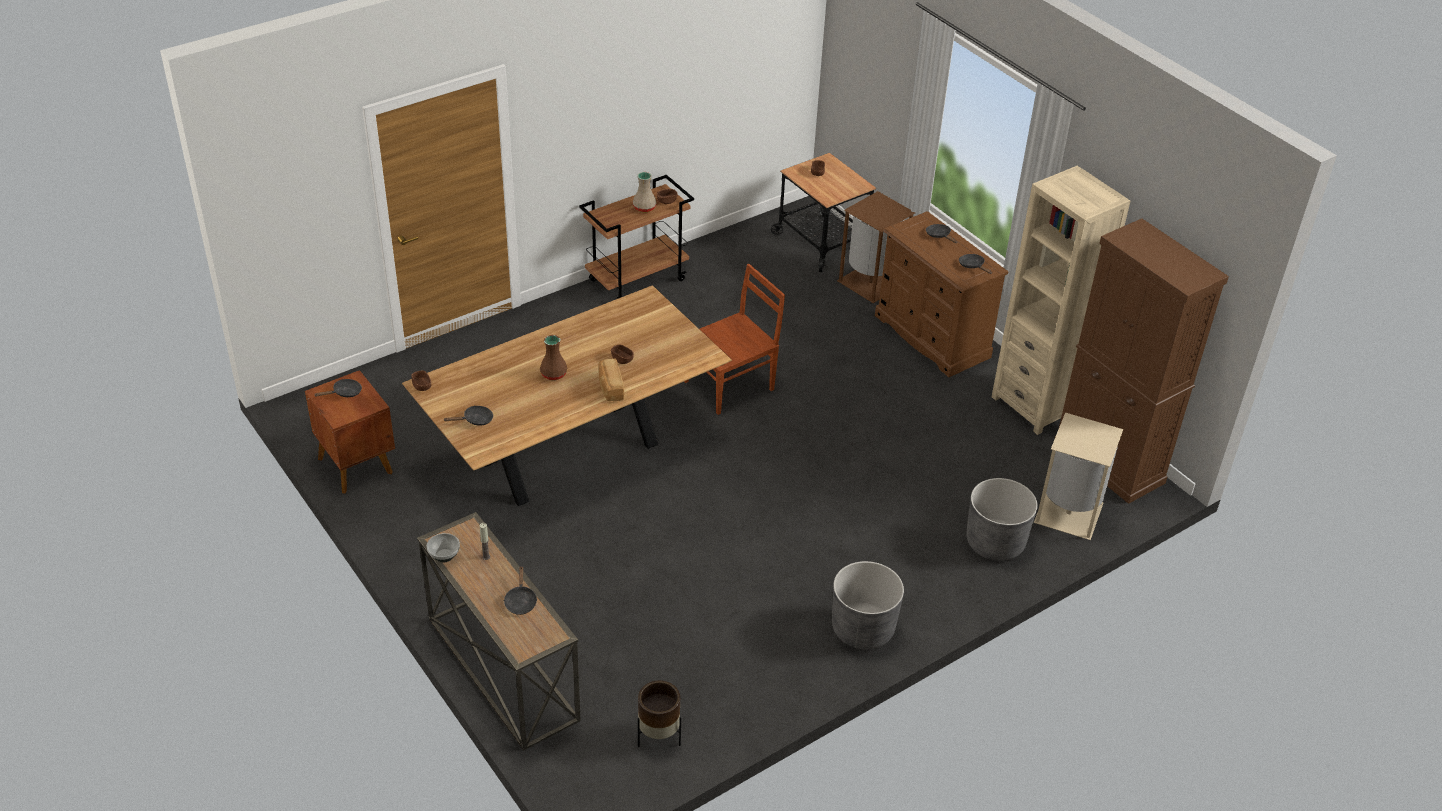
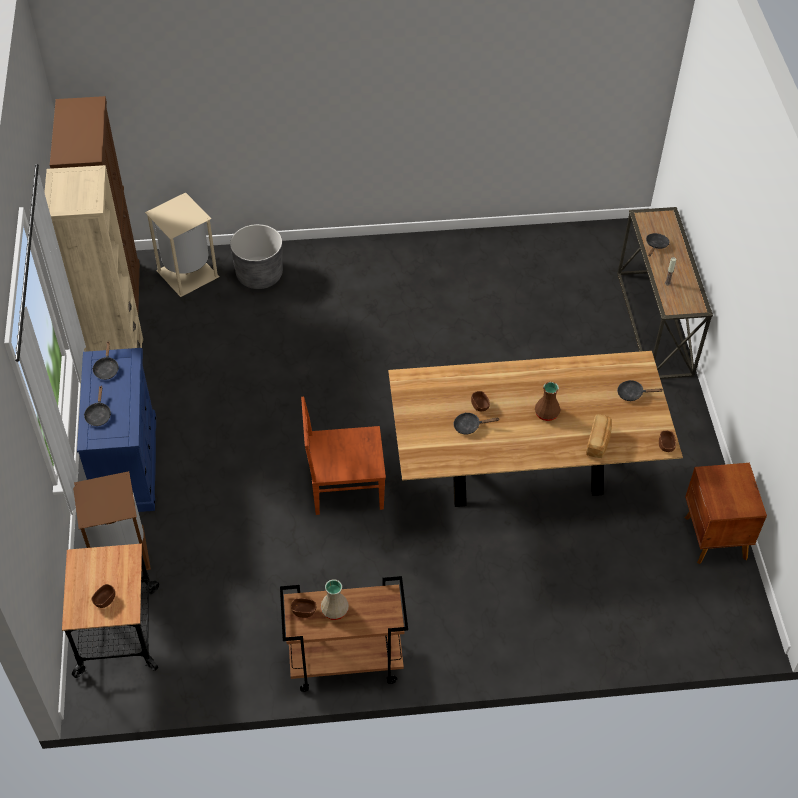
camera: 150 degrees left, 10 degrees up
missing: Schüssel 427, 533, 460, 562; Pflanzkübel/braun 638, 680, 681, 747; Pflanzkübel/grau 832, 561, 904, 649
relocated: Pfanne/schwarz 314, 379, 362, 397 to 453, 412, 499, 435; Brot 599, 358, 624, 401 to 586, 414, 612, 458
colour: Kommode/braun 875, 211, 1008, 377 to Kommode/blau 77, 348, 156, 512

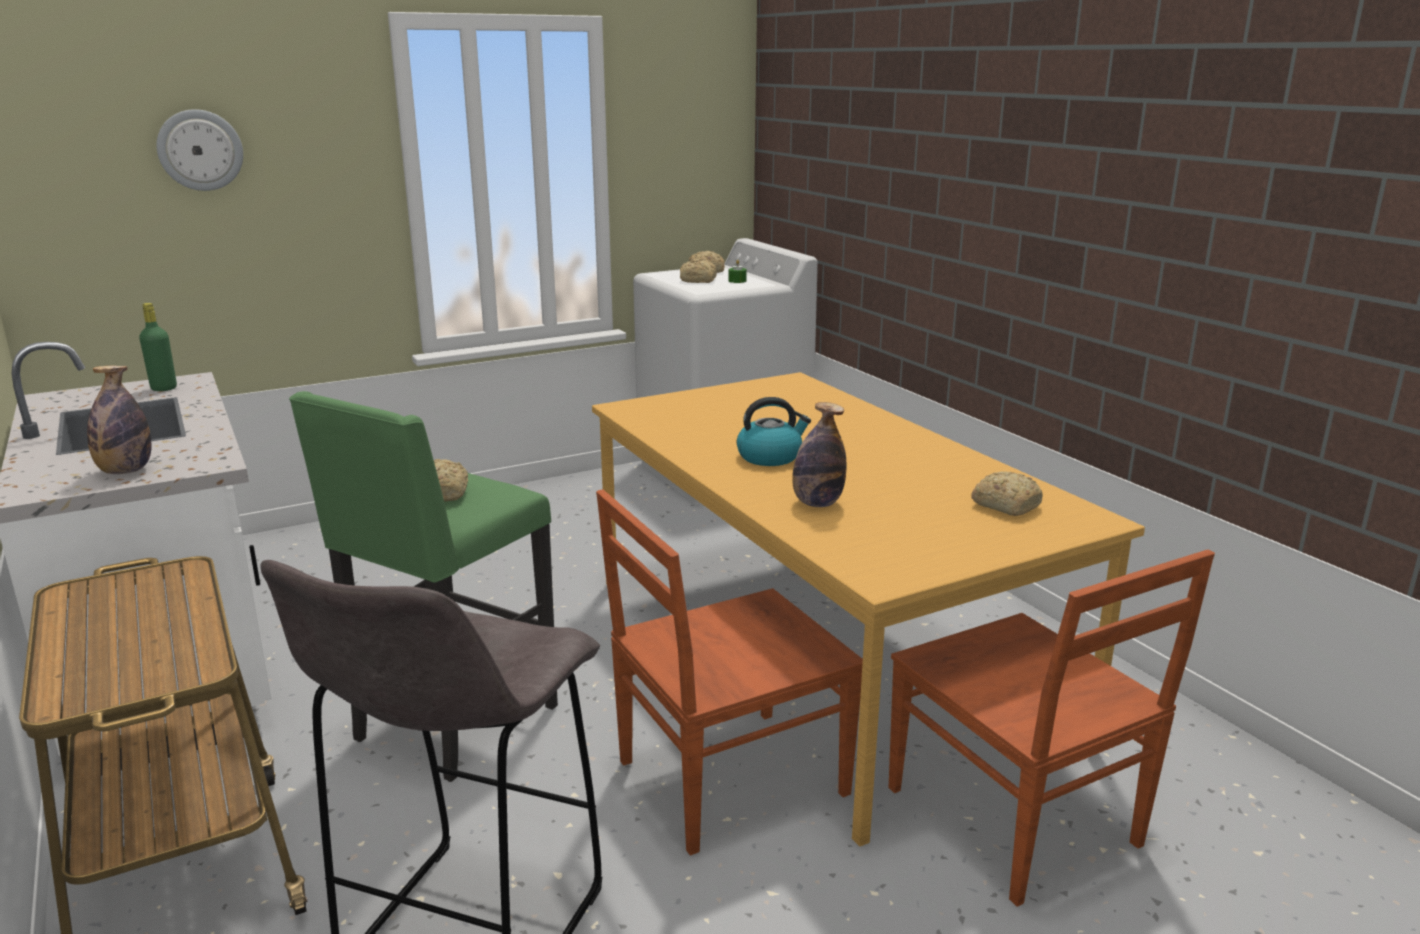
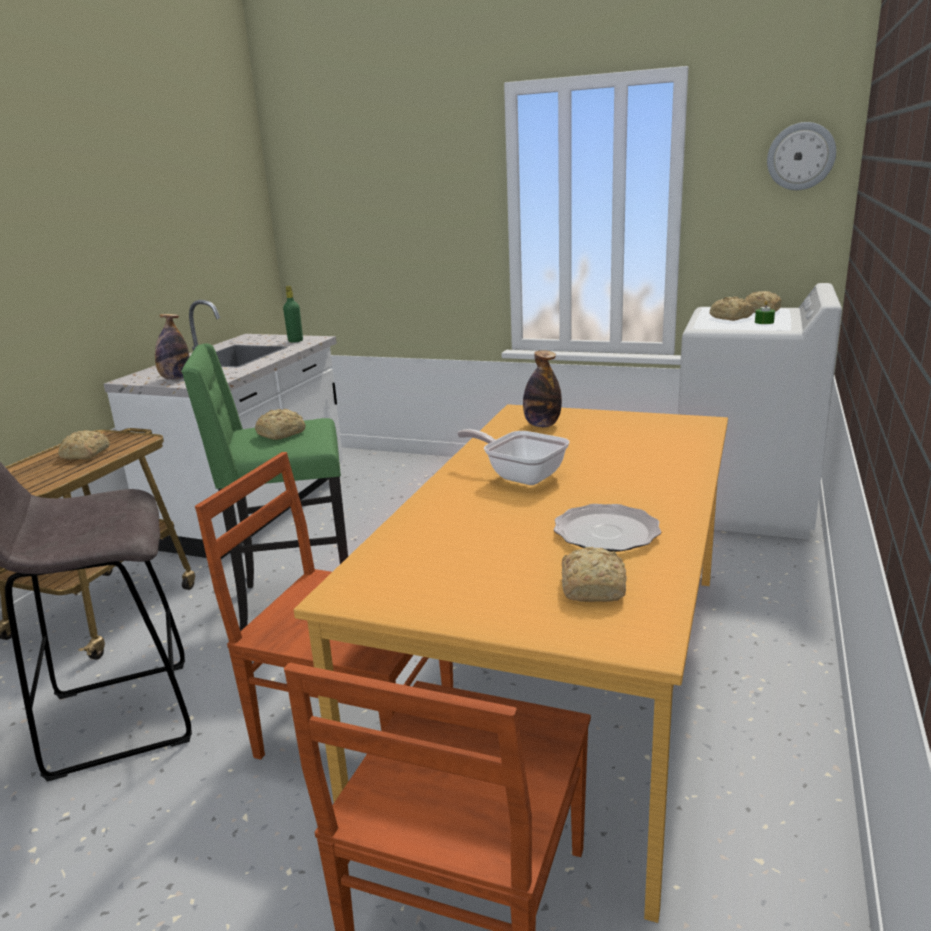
camera: 50 degrees right, 0 degrees up
appeared: Brot 58, 430, 110, 460; Teller 554, 504, 661, 552
relocated: Wanduhr 157, 109, 243, 191 to 767, 122, 836, 190; Flasche 792, 402, 846, 507 to 523, 350, 562, 427
exchanged: Wasserkessel 737, 397, 811, 466 to Pfanne 457, 429, 570, 485

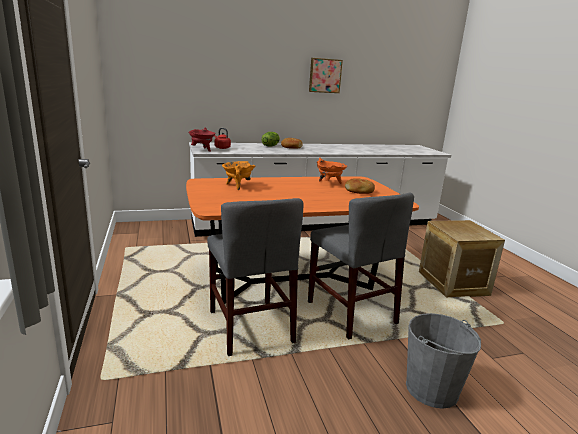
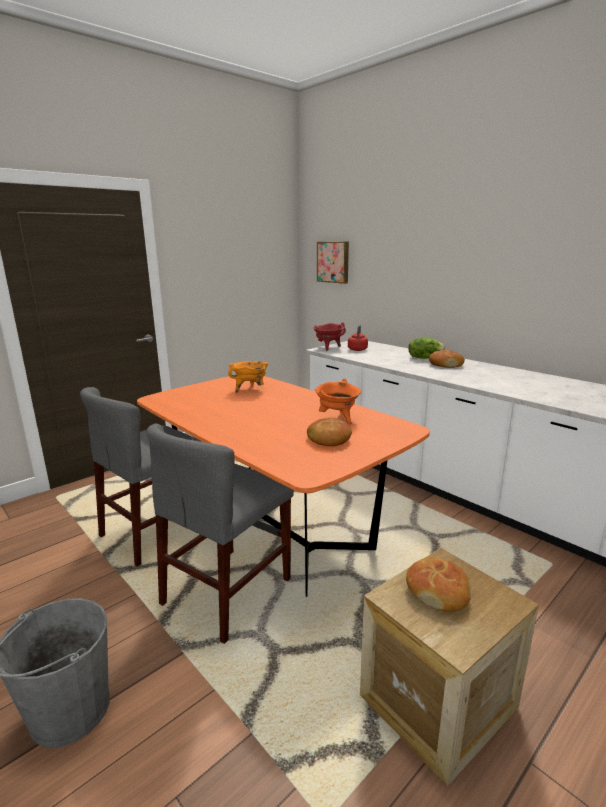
camera: 65 degrees right, 0 degrees up
appeared: Brot 406, 557, 471, 612
relocated: Bild 309, 58, 343, 93 to 317, 241, 349, 284

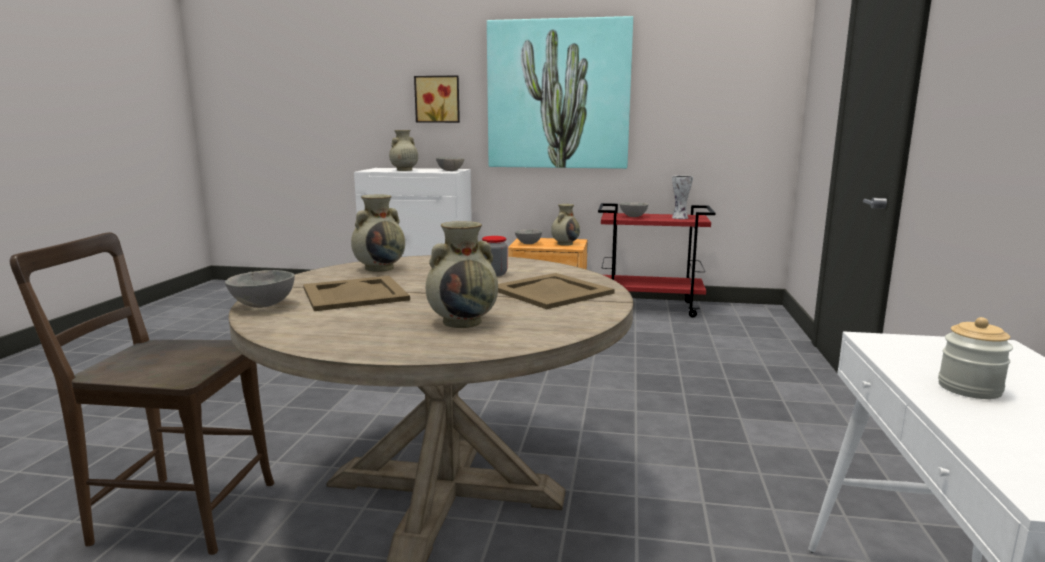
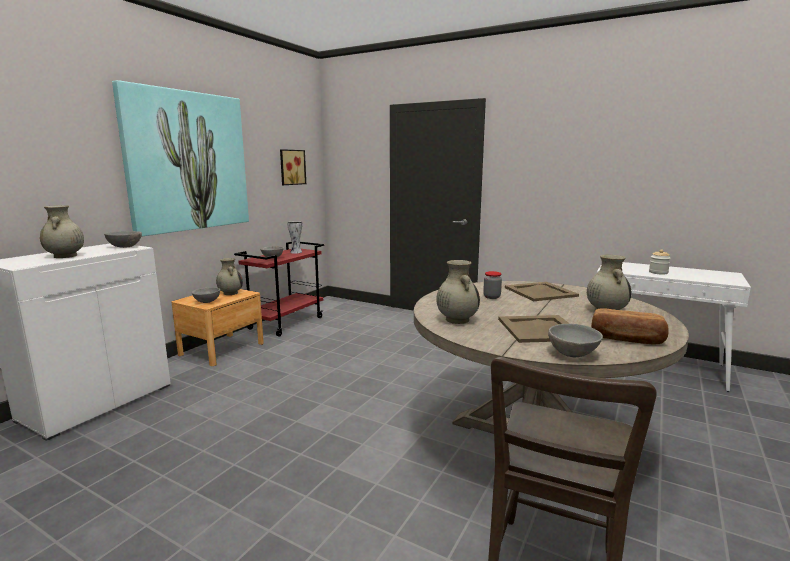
camera: 70 degrees left, 0 degrees up
appeared: Brot 591, 308, 669, 344
relocated: Bild 414, 75, 460, 123 to 280, 149, 306, 185

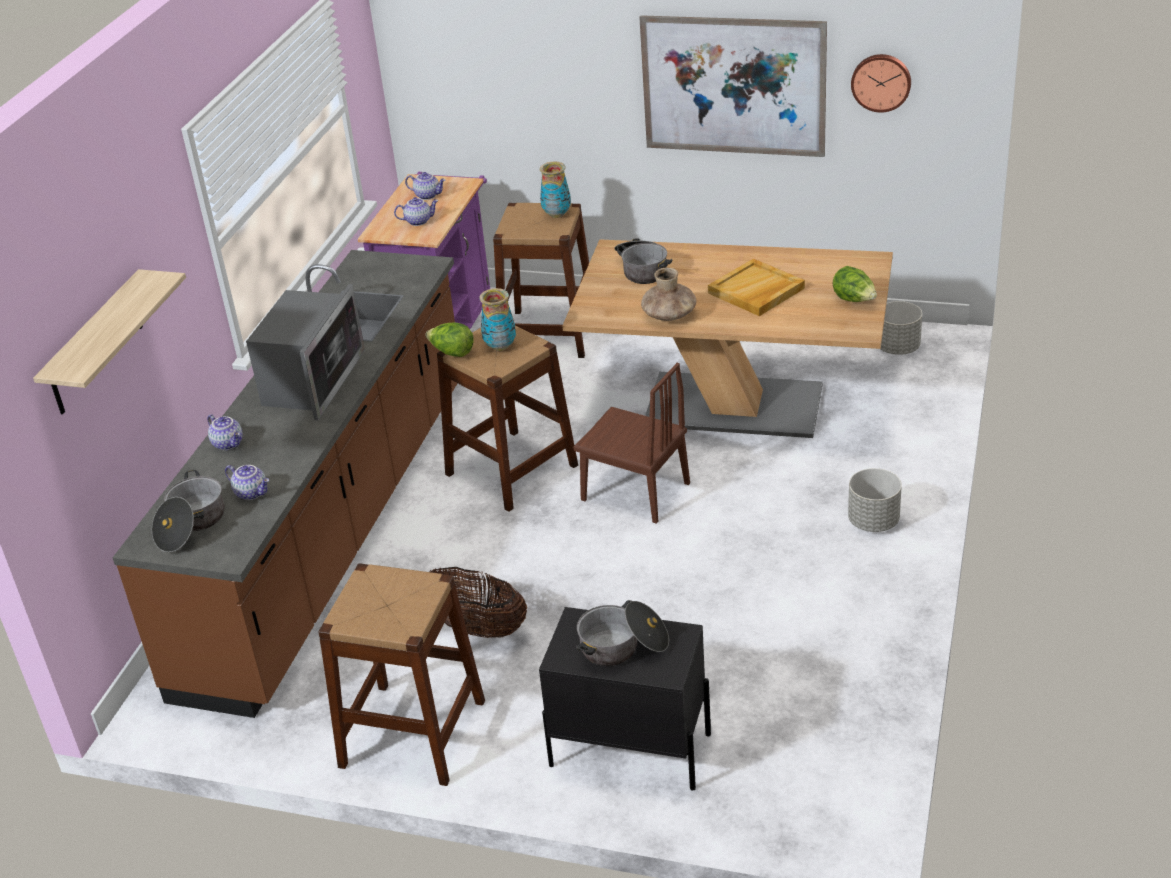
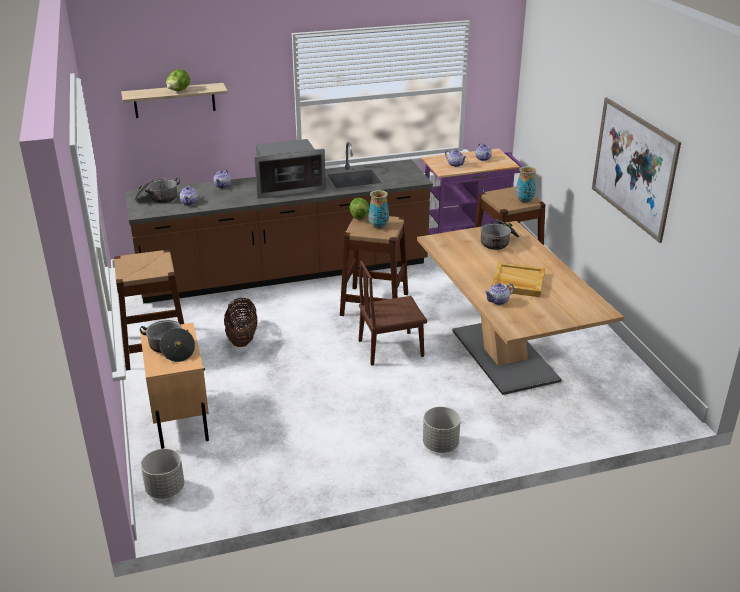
camera: 55 degrees right, 5 degrees down
missing: Vase/braun 641, 267, 696, 321; Wanduhr 851, 54, 911, 113
appeared: Teekanne 485, 283, 514, 305
relocated: Salatkopf 832, 266, 877, 302 to 166, 69, 190, 91; Pflanzkübel/grau 881, 301, 922, 355 to 141, 449, 184, 499
colour: Nachttisch/schwarz 539, 607, 711, 790 to Nachttisch/beige 140, 323, 209, 449
spun: Stuhl/braun 573, 363, 690, 524 = 359, 261, 427, 366 75 degrees clockwise

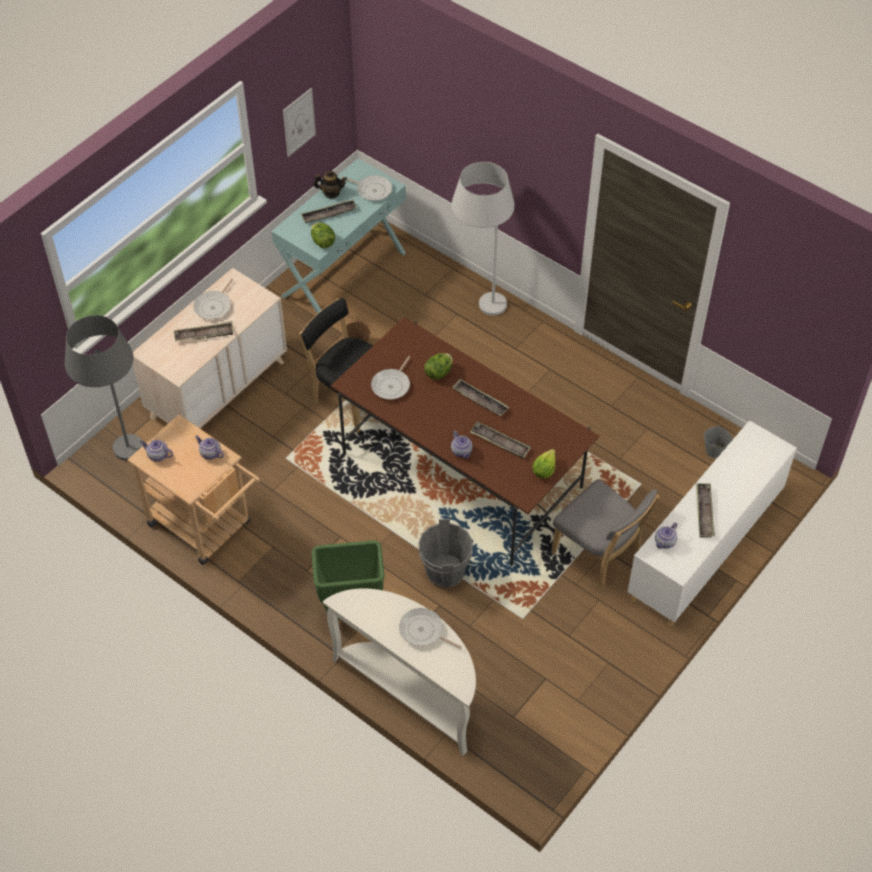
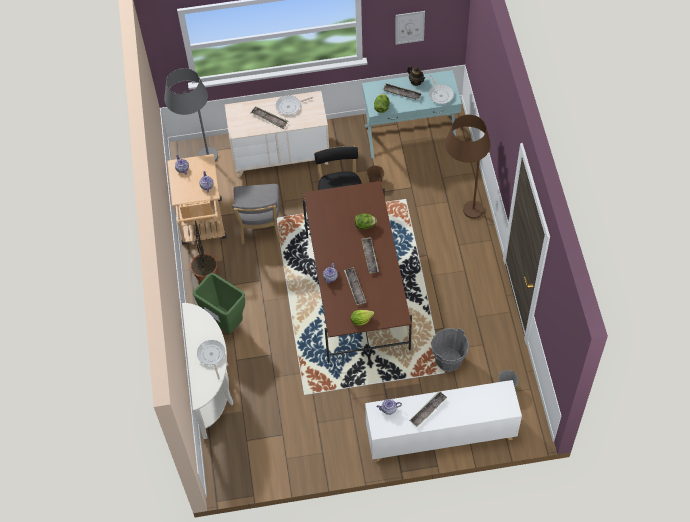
camera: 45 degrees right, 5 degrees up
missing: Pfanne 371, 356, 410, 399
appeared: Topfpflanze 190, 220, 217, 282
relocated: Eimer/grau 419, 519, 473, 588 to 431, 328, 469, 372; Stuhl/grau 551, 479, 660, 590 to 232, 184, 280, 244
colour: Stehlampe/weiß 452, 162, 515, 316 to Stehlampe/braun 445, 115, 490, 219

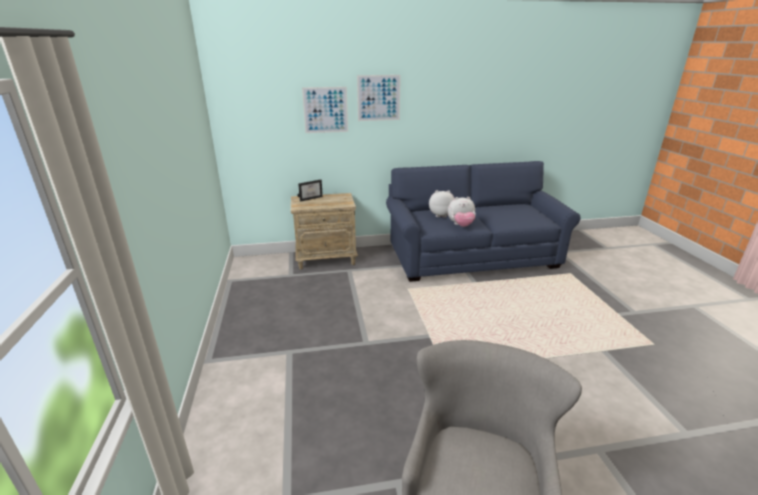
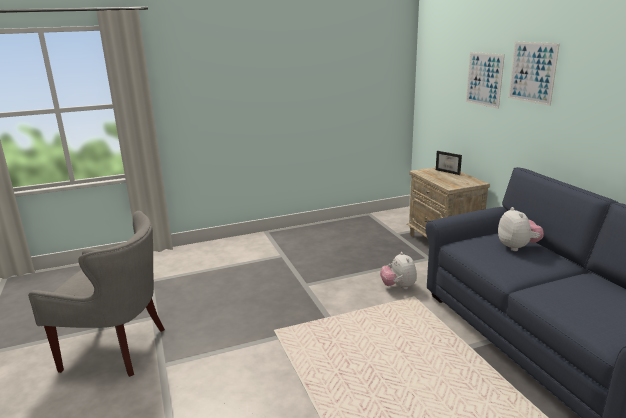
camera: 80 degrees right, 5 degrees down
relocated: Plüschtier 448, 197, 476, 227 to 380, 252, 417, 289

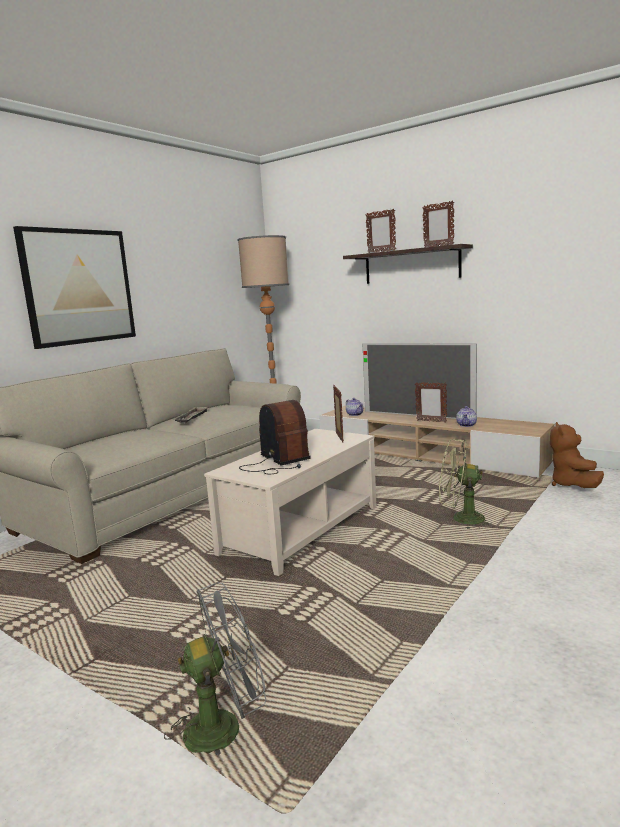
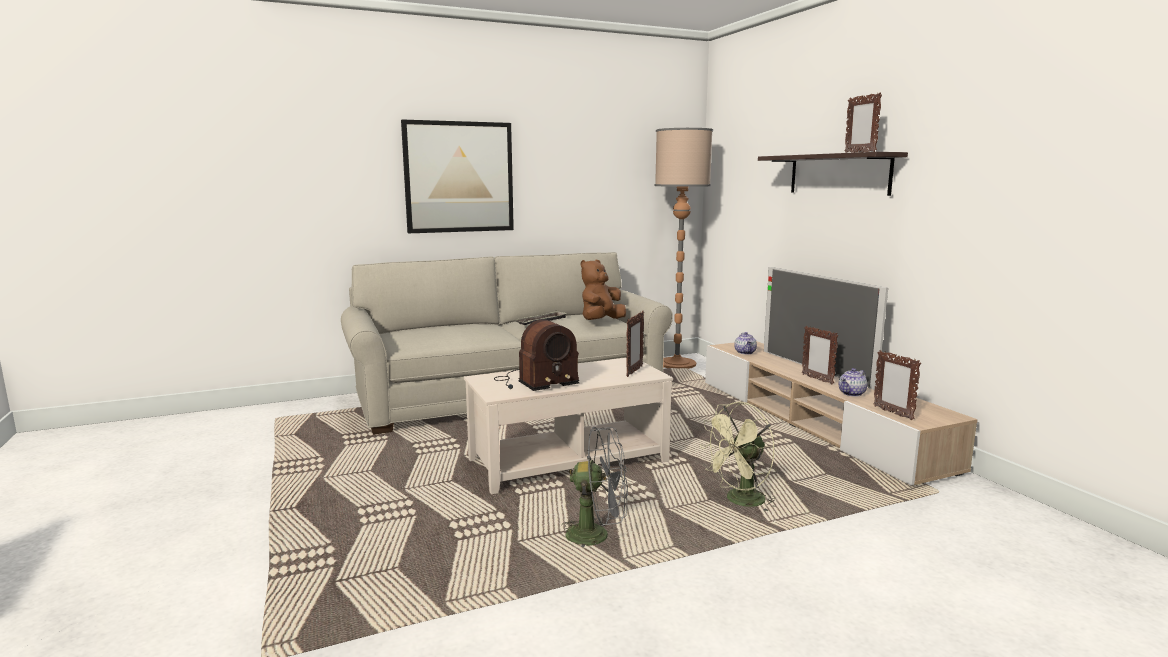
camera: 30 degrees right, 0 degrees up
relocated: Ventilator/grau 164, 582, 266, 755 to 562, 427, 628, 547; Bilderrahmen 366, 209, 396, 253 to 873, 350, 921, 420; Plüschtier/braun 550, 422, 604, 488 to 581, 260, 626, 320
spun: Radio 239, 400, 311, 474 = 494, 320, 579, 391 60 degrees clockwise; Ventilator/grün 439, 439, 491, 529 = 699, 402, 775, 513 75 degrees counterclockwise

